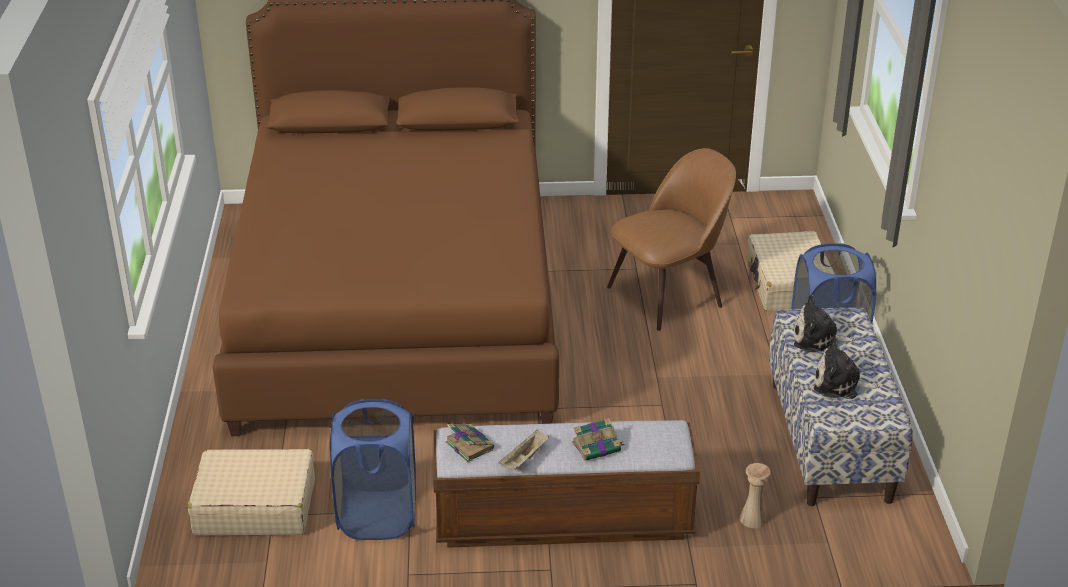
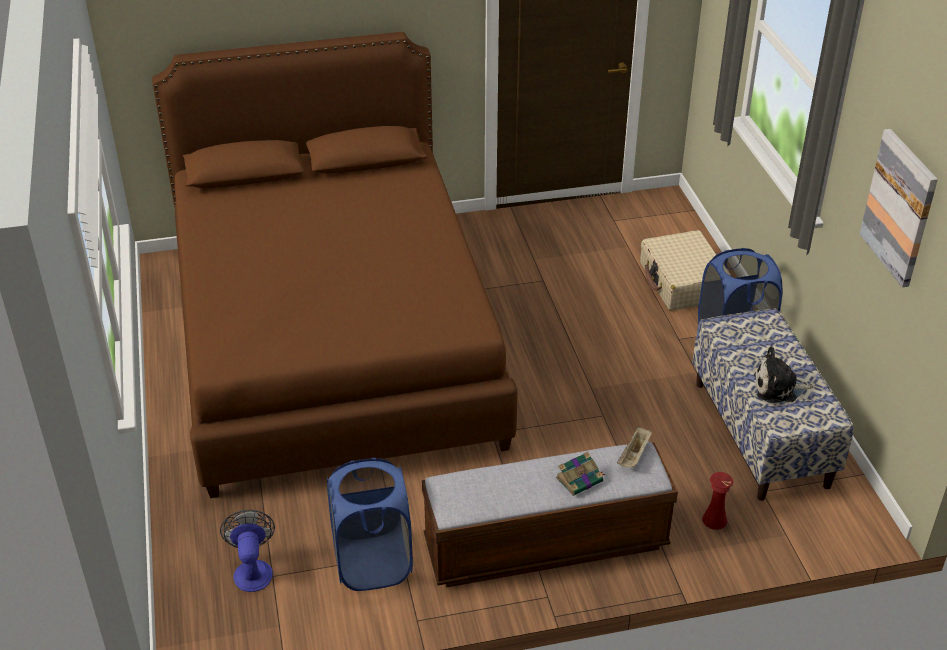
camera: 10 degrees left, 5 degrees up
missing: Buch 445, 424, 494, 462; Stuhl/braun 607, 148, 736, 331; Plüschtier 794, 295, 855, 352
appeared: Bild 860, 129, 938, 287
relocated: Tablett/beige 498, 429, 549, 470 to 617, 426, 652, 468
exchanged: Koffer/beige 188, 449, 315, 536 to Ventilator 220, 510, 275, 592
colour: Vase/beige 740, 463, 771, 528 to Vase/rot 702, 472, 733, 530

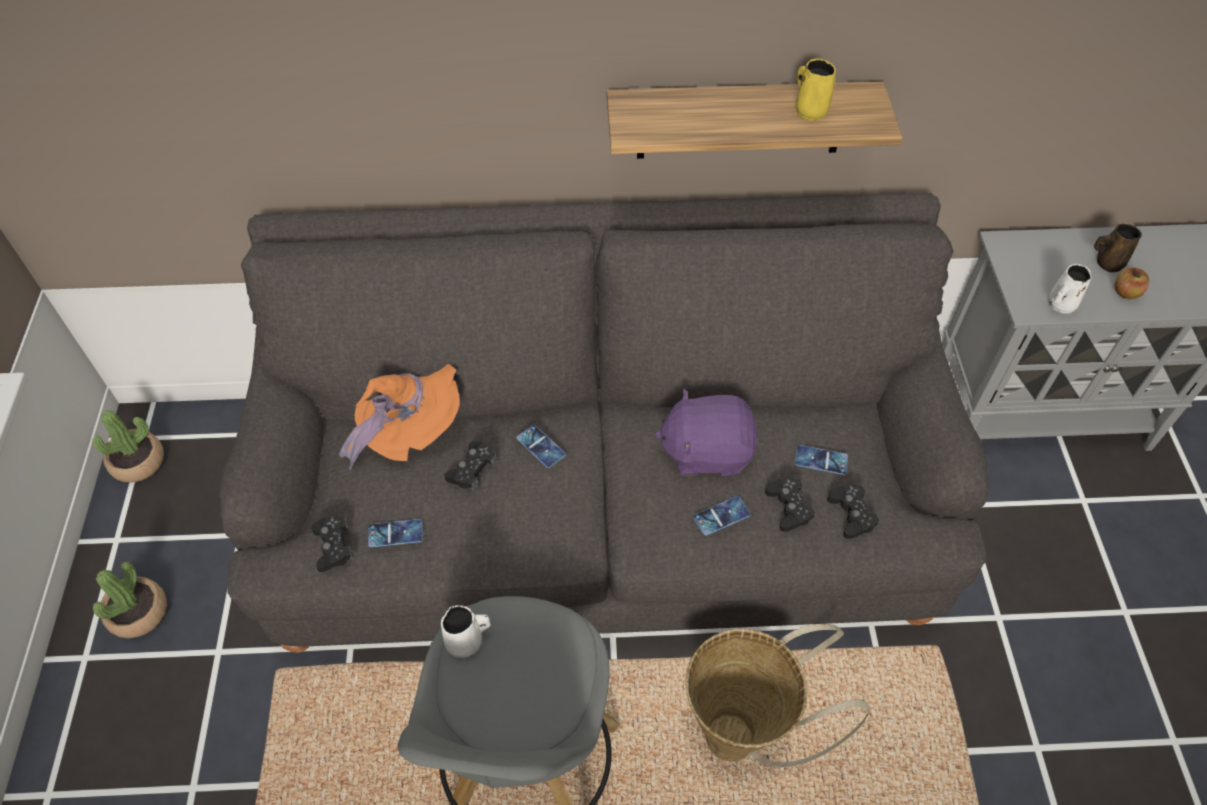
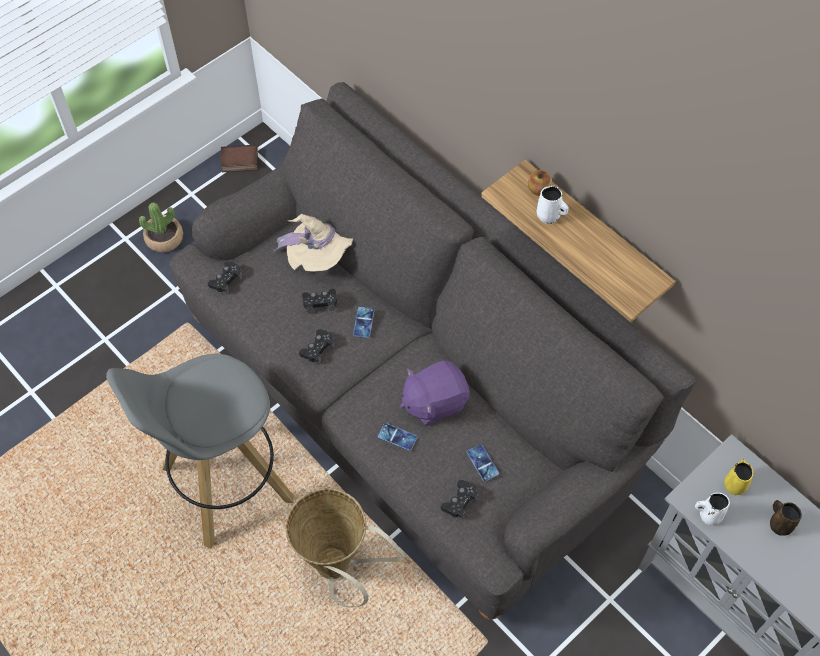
camera: 50 degrees right, 5 degrees up
missing: Handy 368, 519, 423, 548
relocated: Henkelbecher/weiß 441, 605, 491, 658 to 537, 186, 569, 224; Gamepad/schwarz 765, 476, 816, 532 to 299, 329, 335, 364; Henkelbecher/gelb 796, 58, 836, 121 to 724, 459, 753, 495; Apfel 1115, 267, 1149, 300 to 528, 170, 552, 196
exchanged: Topfpflanze 92, 410, 164, 482 to Buch 221, 145, 258, 172
colour: Hut/orange 339, 364, 460, 470 to Hut/beige 273, 214, 353, 272
spun: Plüschtier/lila 655, 388, 759, 476 = 400, 361, 470, 426 75 degrees counterclockwise

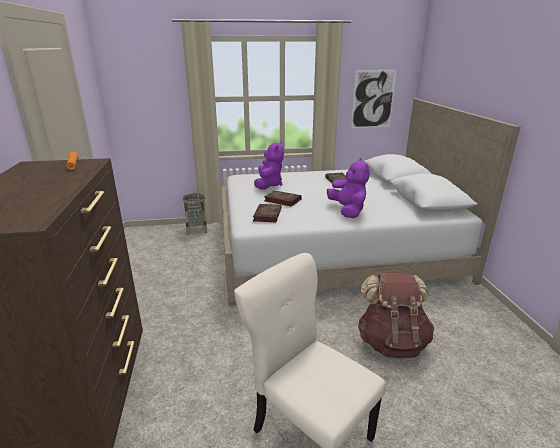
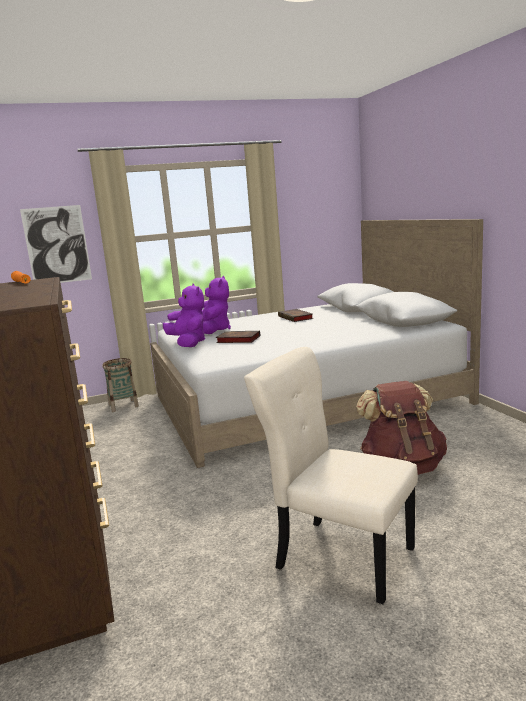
camera: 10 degrees left, 10 degrees down
missing: Buch 253, 204, 282, 222
relocated: Plüschtier/lila 327, 158, 370, 218 to 163, 283, 205, 347; Bild 351, 70, 396, 128 to 20, 205, 92, 283

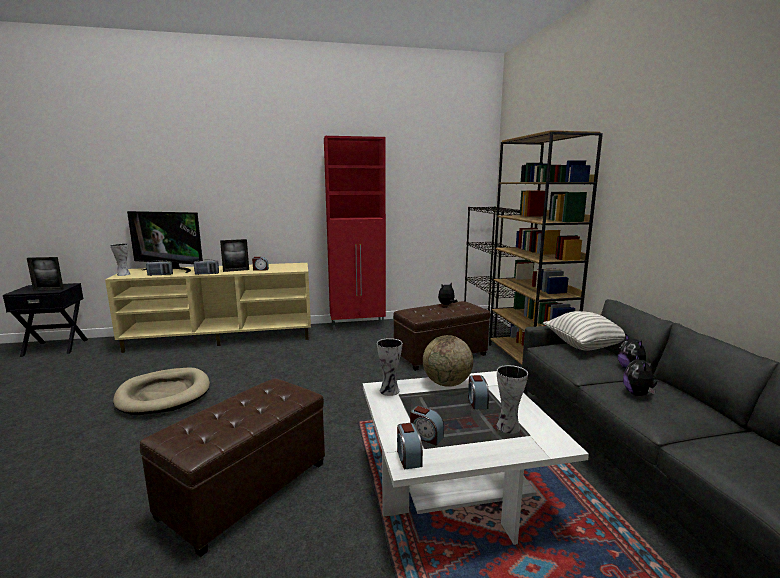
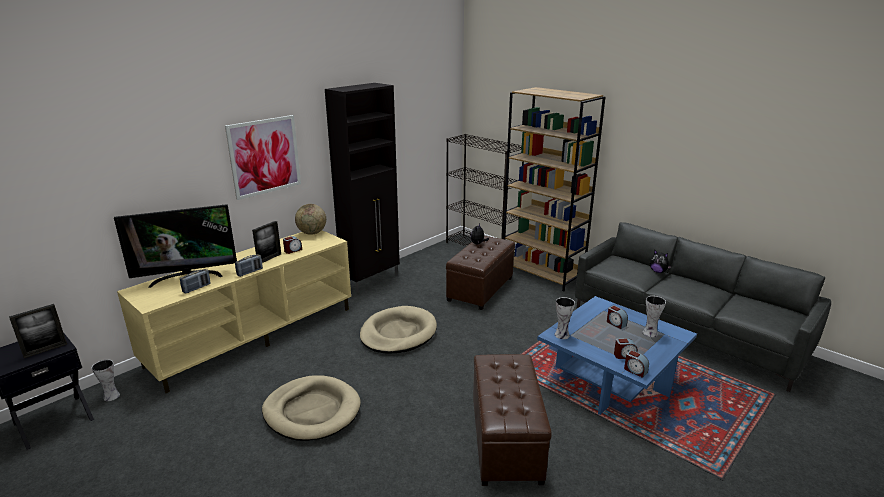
camera: 35 degrees left, 10 degrees up
missing: Kissen 543, 311, 625, 351; Plüschtier 623, 354, 657, 396
appeared: Bild 225, 115, 301, 200; Hundebett/beige 360, 306, 437, 354
relocated: Vase 110, 244, 130, 276 to 92, 359, 120, 401; Globus 423, 335, 473, 387 to 295, 204, 326, 235
colour: Schrank/rot 324, 136, 386, 331 to Schrank/schwarz 325, 83, 400, 293; Couchtisch/weiß 363, 371, 589, 545 to Couchtisch/blau 537, 296, 697, 415

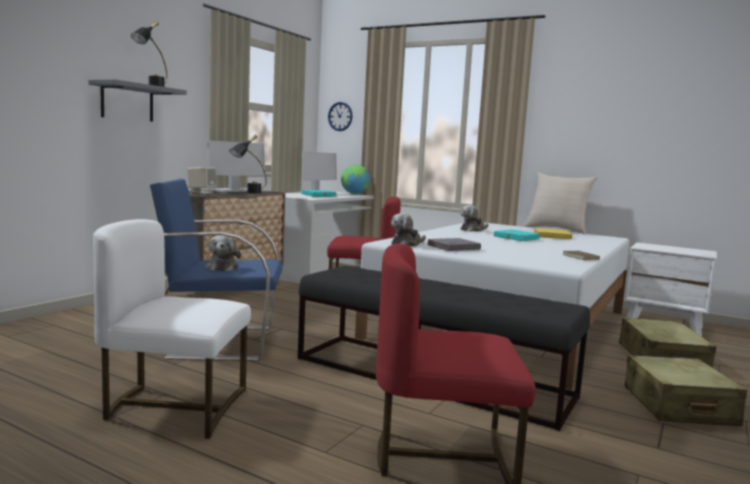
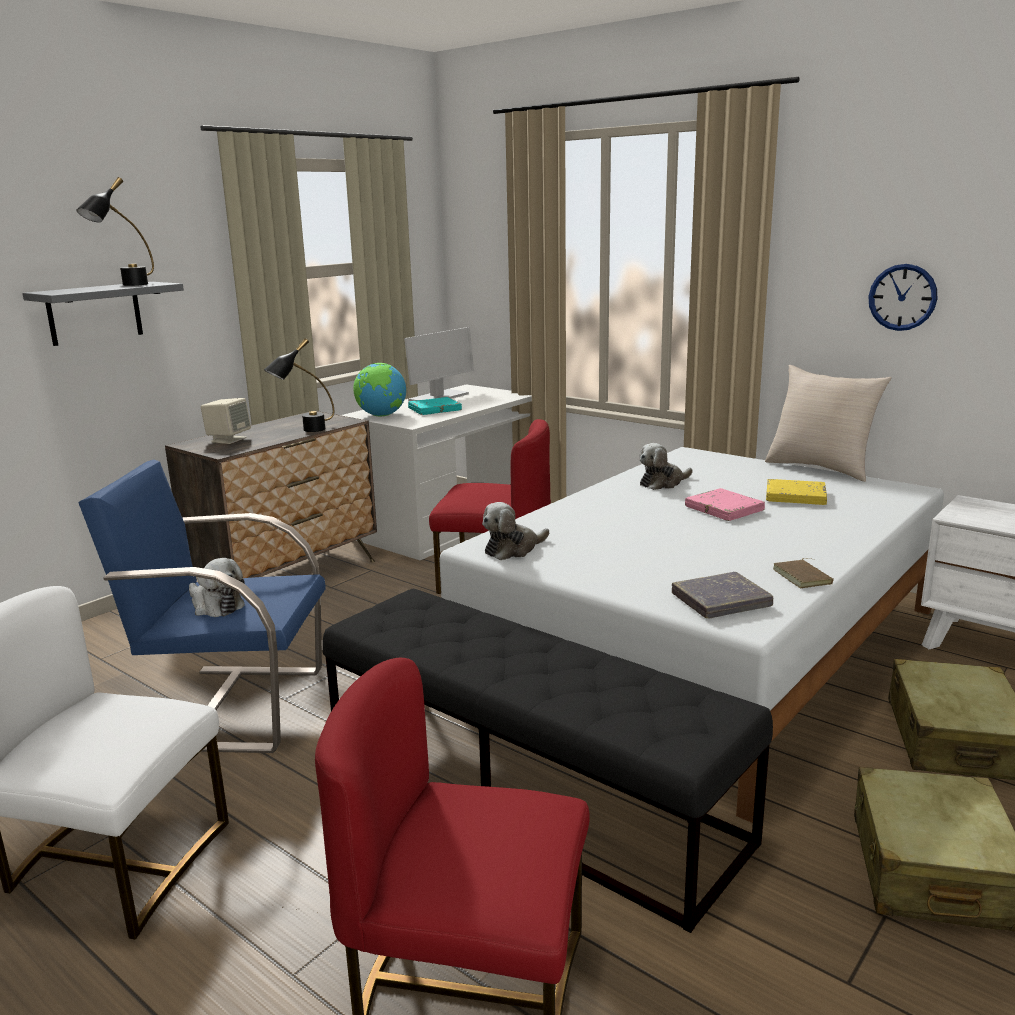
camera: 10 degrees right, 10 degrees up
missing: Monitor 207, 140, 265, 192
relocated: Wanduhr 328, 102, 353, 131 to 868, 264, 937, 331; Globus 341, 164, 370, 194 to 353, 363, 406, 416; Buch/grau 428, 238, 481, 251 to 672, 572, 773, 618
colour: Buch/türkis 494, 229, 540, 241 to Buch/rosa 685, 488, 765, 521
spun: Plüschtier 205, 235, 241, 271 = 189, 558, 245, 617 45 degrees counterclockwise

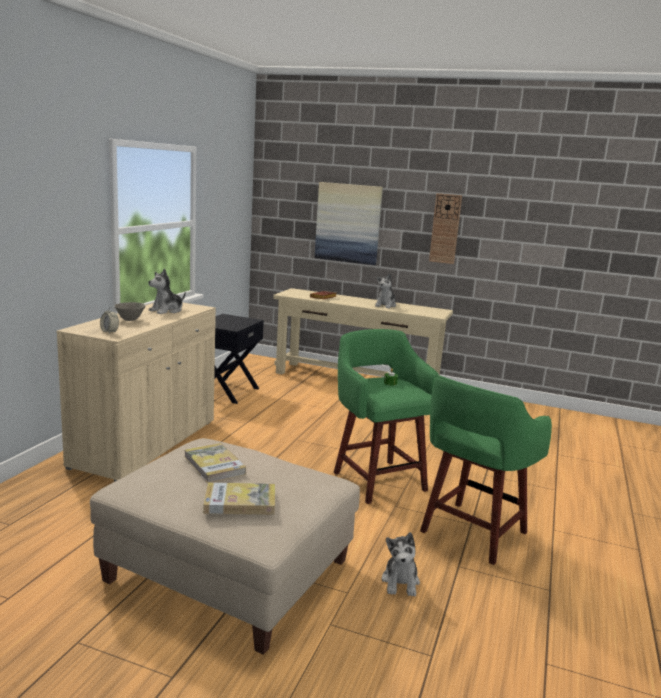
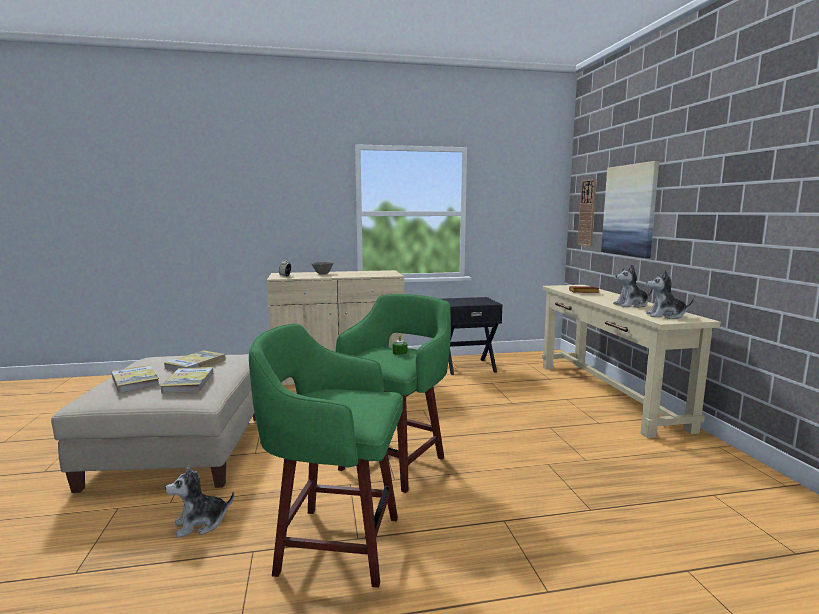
camera: 60 degrees right, 5 degrees down
appeared: Buch 161, 367, 214, 394
relocated: Plüschtier 148, 269, 186, 314 to 646, 270, 694, 319; Wanduhr 429, 193, 462, 264 to 577, 179, 596, 246

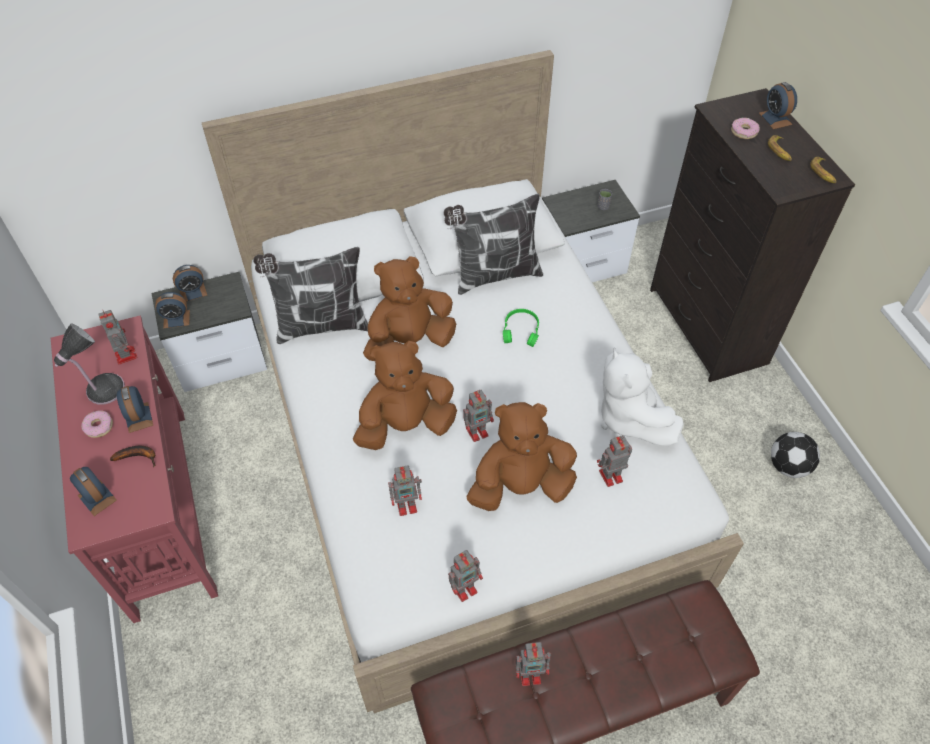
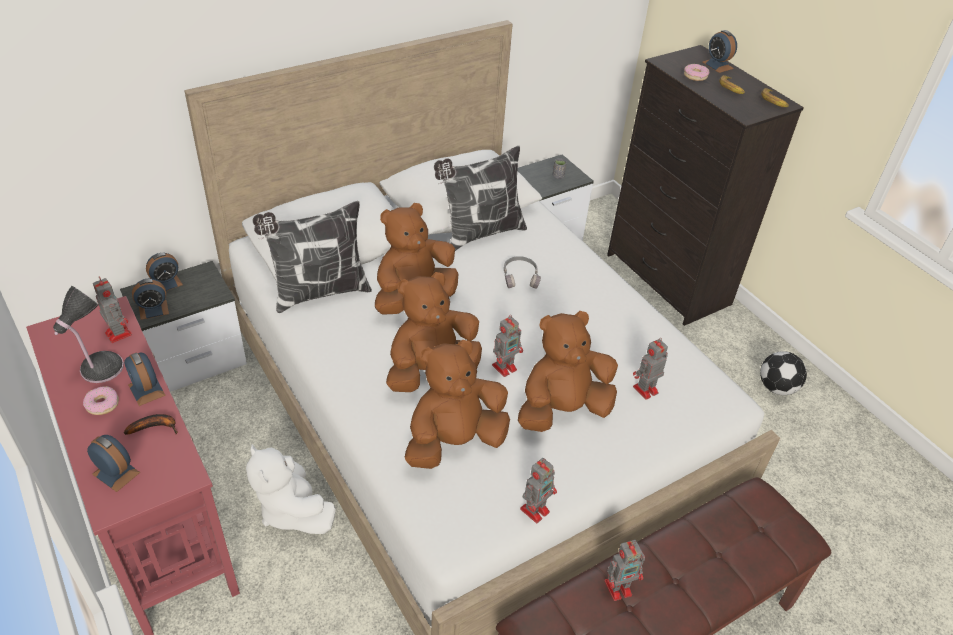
camera: 15 degrees left, 10 degrees down
relocated: Plüschtier/weiß 601, 347, 684, 446 to 246, 444, 336, 534
exchanged: Spielzeugroboter 388, 465, 422, 516 to Plüschtier/braun 405, 340, 510, 469
colour: Kopfhörer/grün 503, 309, 539, 347 to Kopfhörer/grau 504, 256, 541, 289

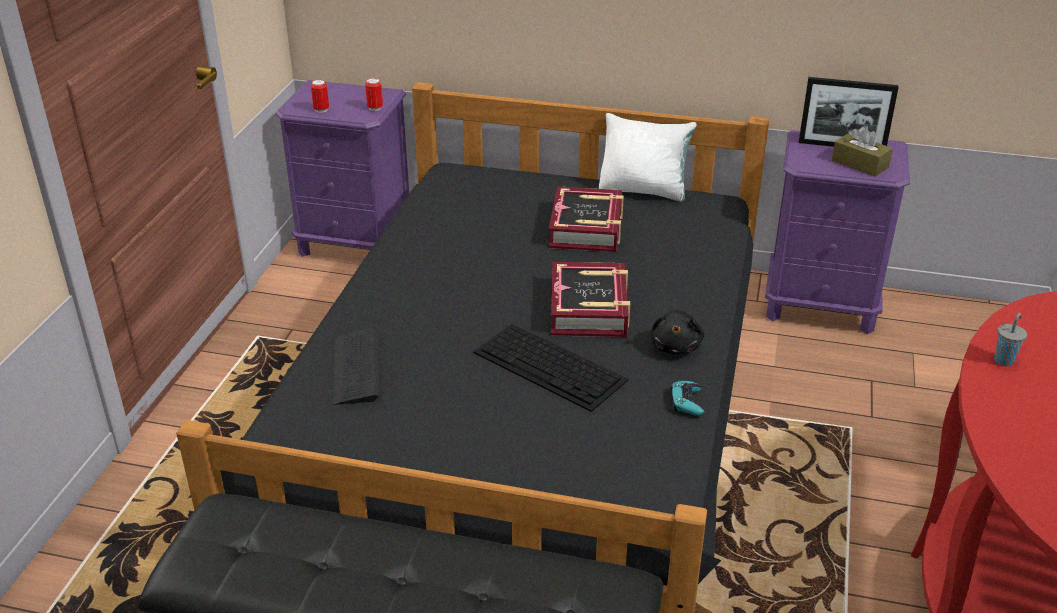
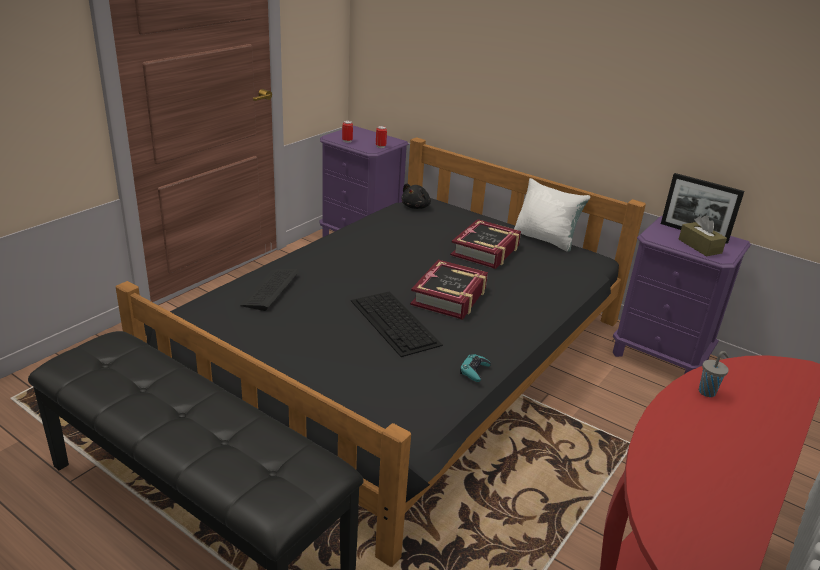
camera: 20 degrees right, 5 degrees down
relocated: Plüschtier/schwarz 650, 310, 704, 355 to 401, 183, 431, 209

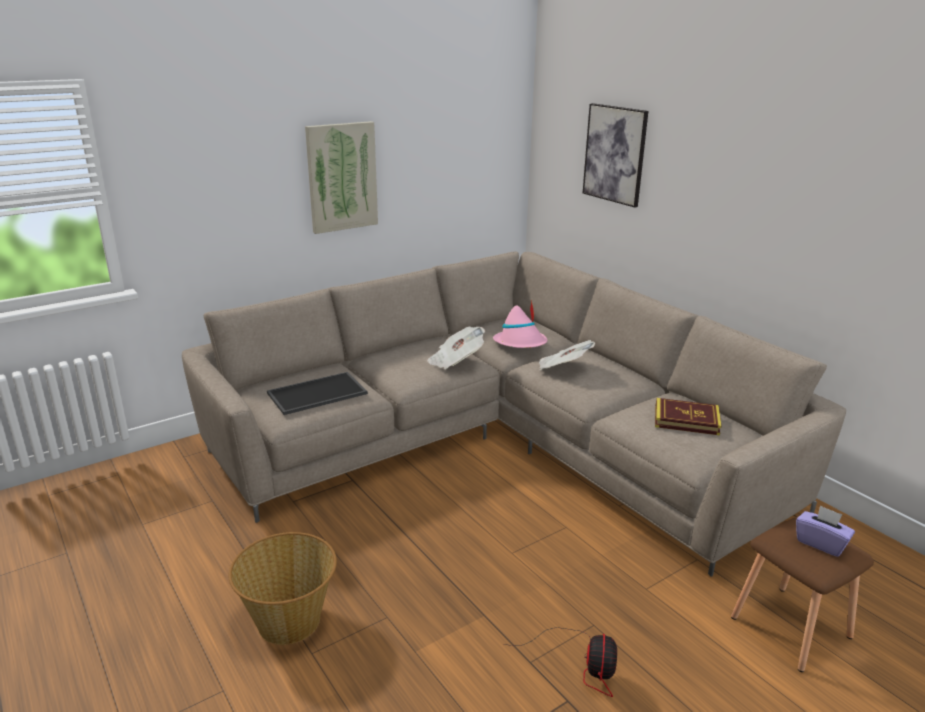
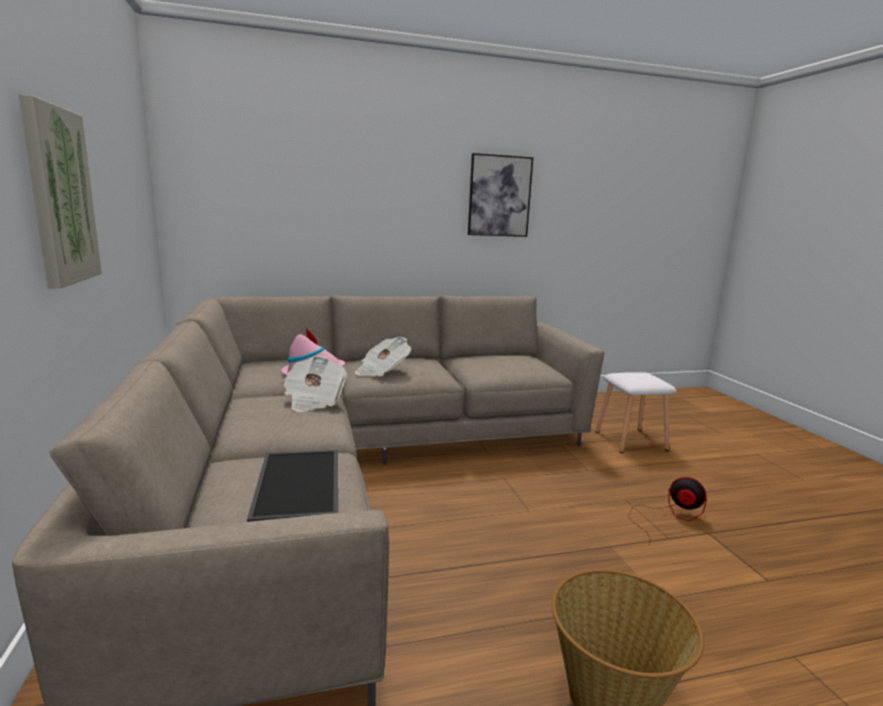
camera: 70 degrees left, 10 degrees down
missing: Buch 655, 398, 721, 435; Taschentuchbox/lila 796, 505, 855, 557
relocated: Bild 583, 103, 648, 207 to 468, 153, 533, 237
colour: Hocker/braun 731, 516, 874, 672 to Hocker/weiß 595, 372, 677, 453

